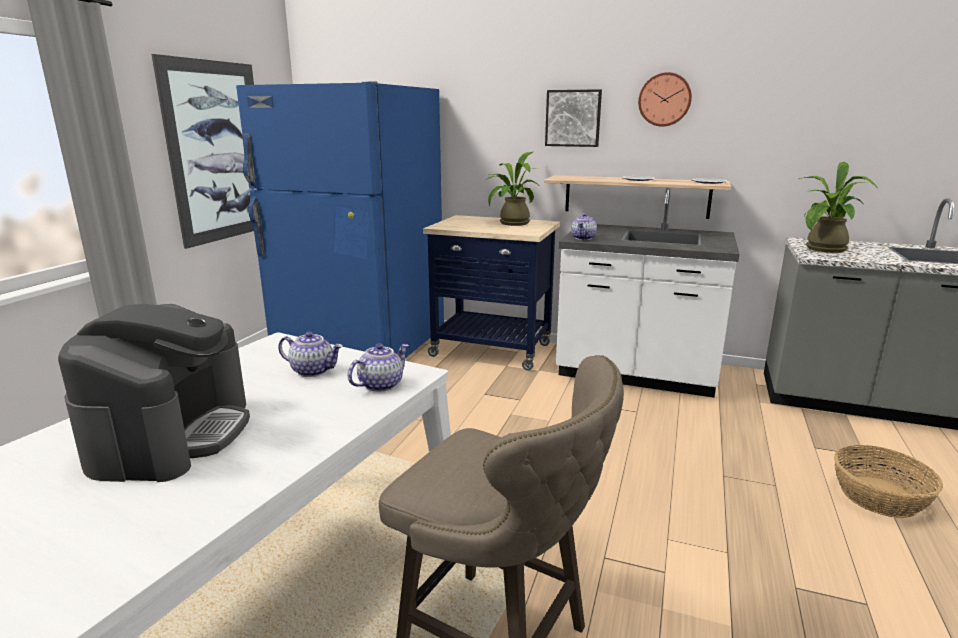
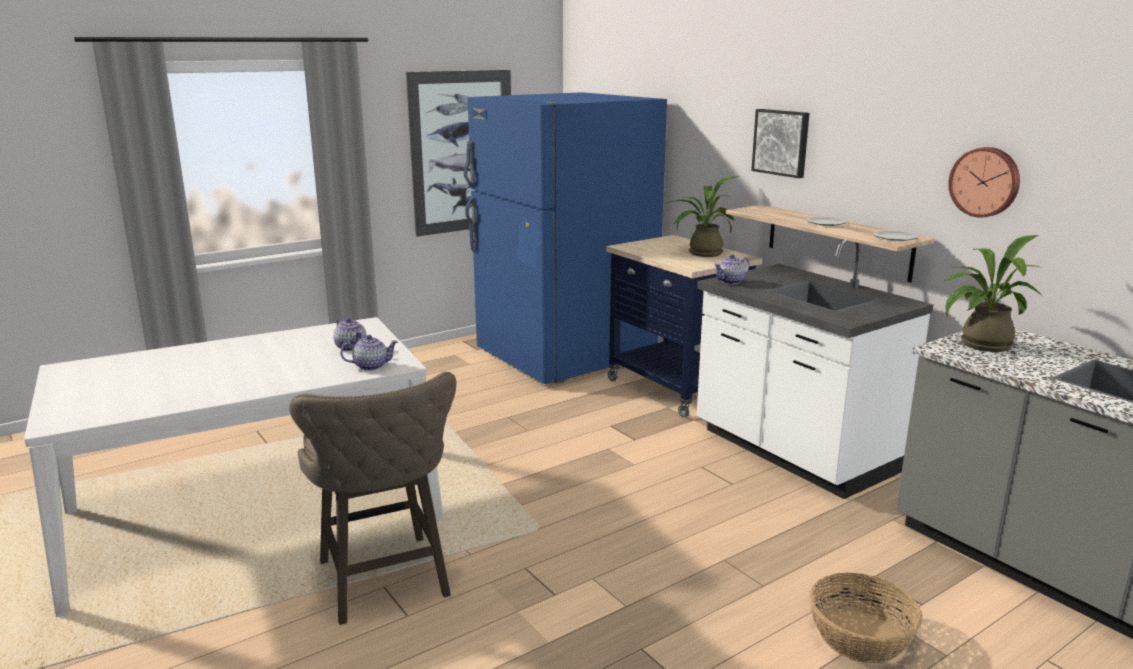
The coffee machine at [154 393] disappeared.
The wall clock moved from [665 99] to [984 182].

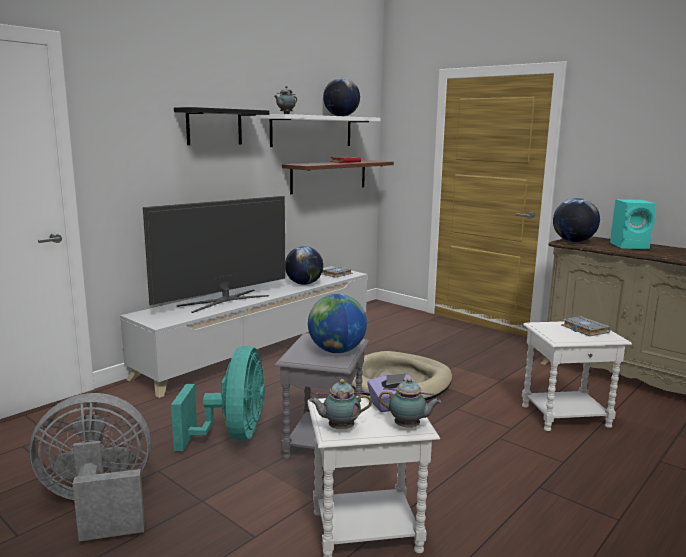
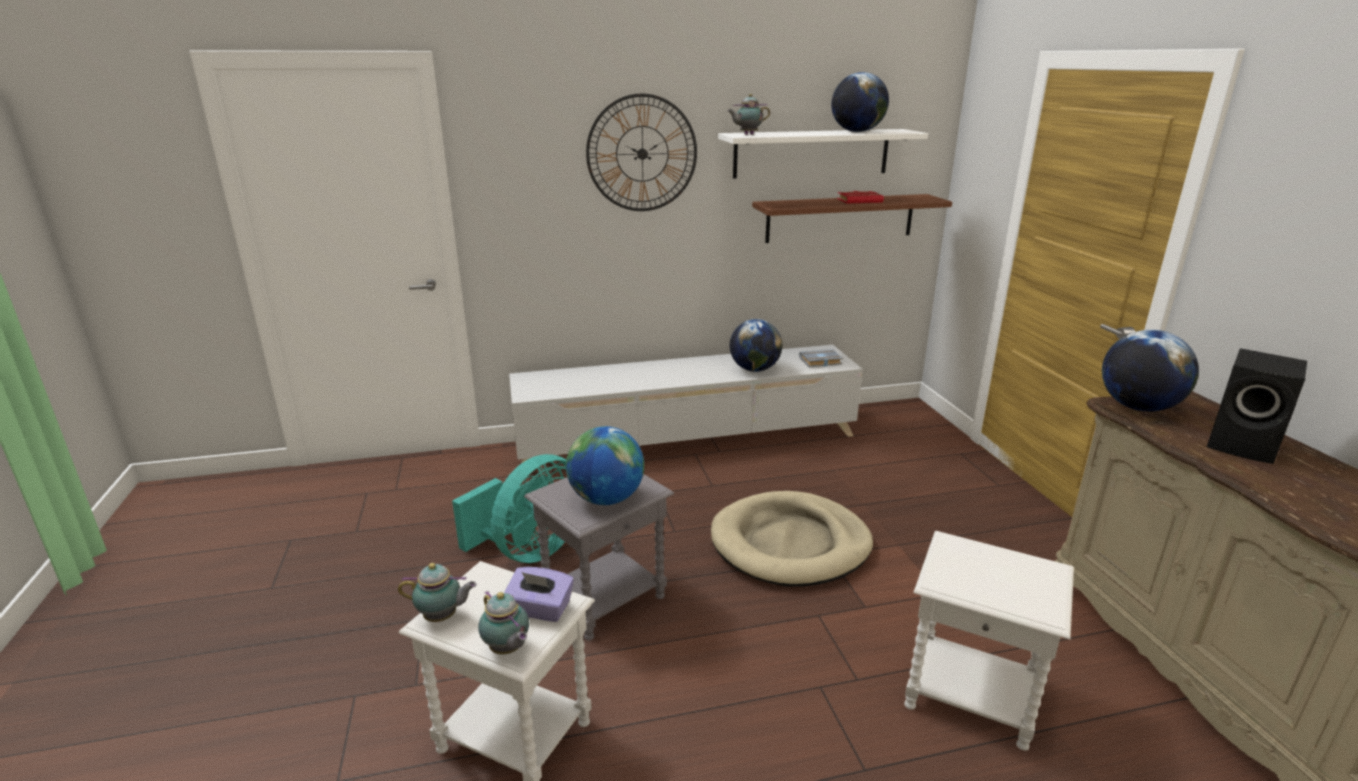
The grey fan at [90 467] disappeared.
The television at [214 254] disappeared.
The black shelf at [221 126] was replaced by the wall clock at [641 152].
The teapot at [340 404] turned 150 degrees clockwise.
The grey book at [586 326] disappeared.
The turquoise speaker at [633 224] became the black speaker at [1257 406].

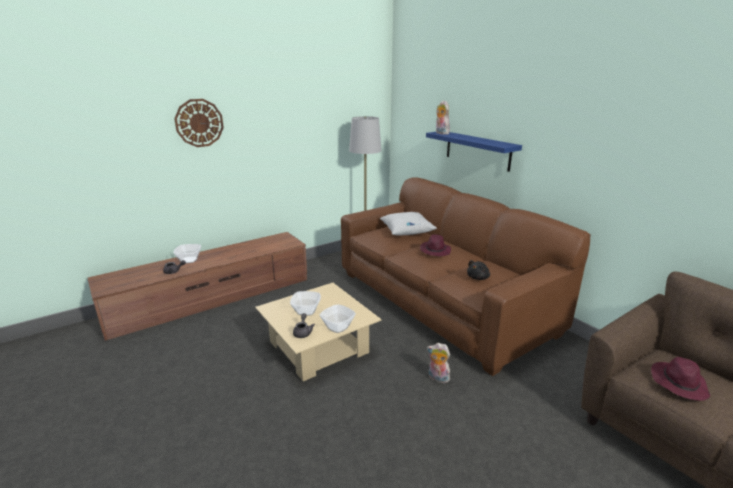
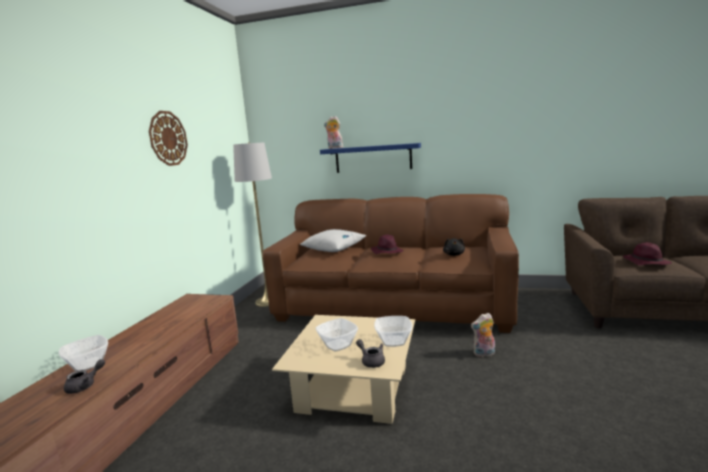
The wall clock moved from [199 123] to [168 138].

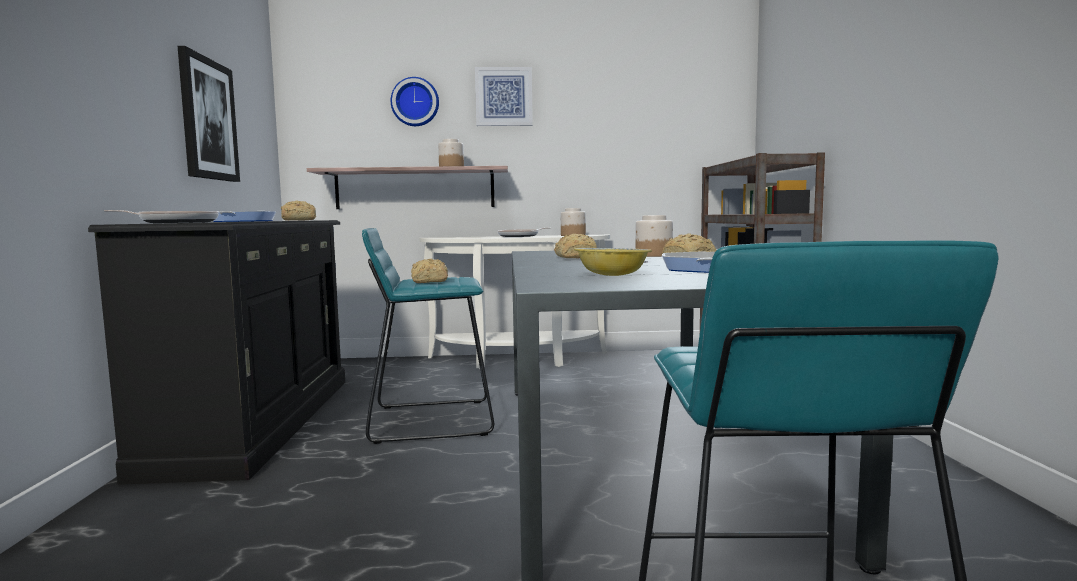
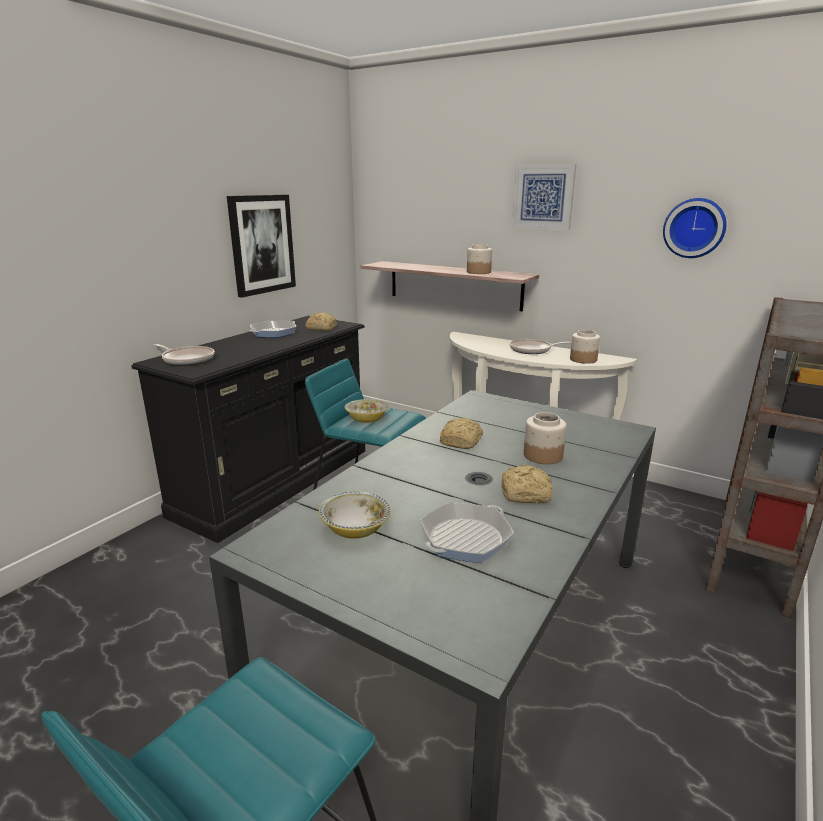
The wall clock moved from [415 101] to [695 228].
The bread at [429 271] was replaced by the bowl at [367 411].

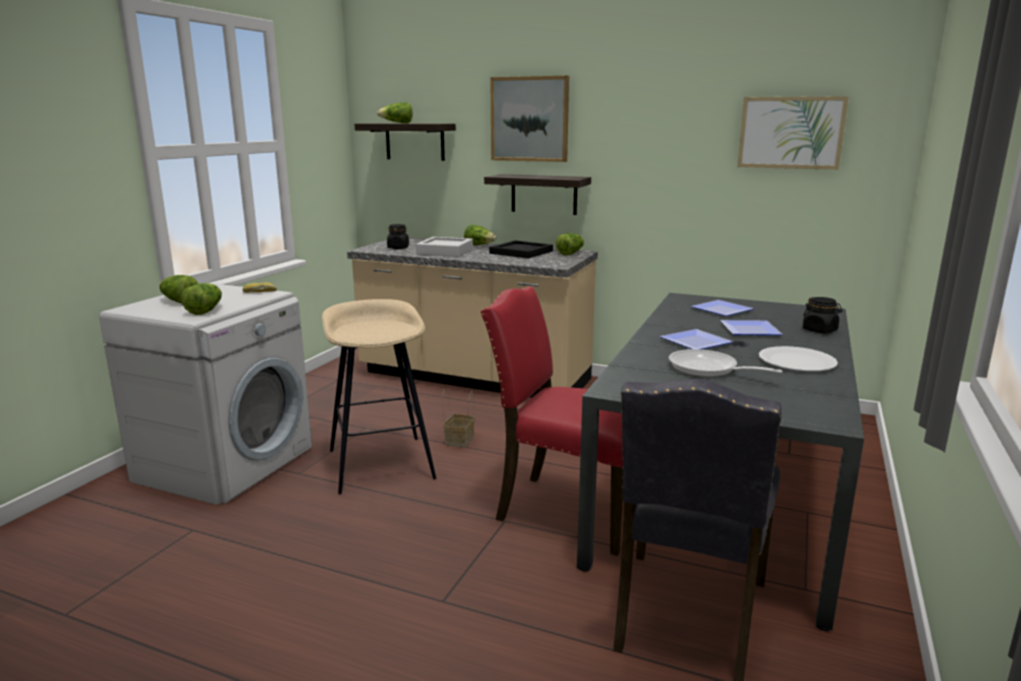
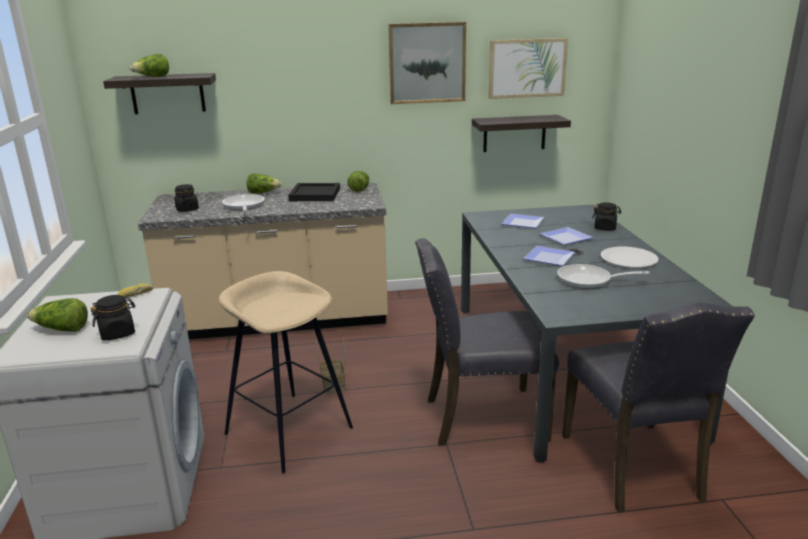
The lettuce at [201 299] was replaced by the black jar at [113 318].
The grey tray at [444 247] was replaced by the frying pan at [243 202].
The red chair at [552 421] became the grey chair at [487 342].
The shelf moved from [537 194] to [521 133].
The picture moved from [529 119] to [427 63].

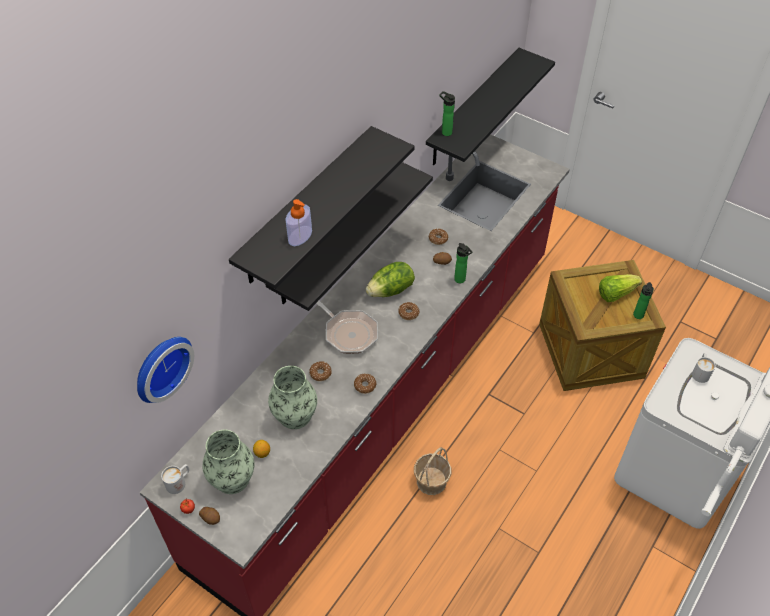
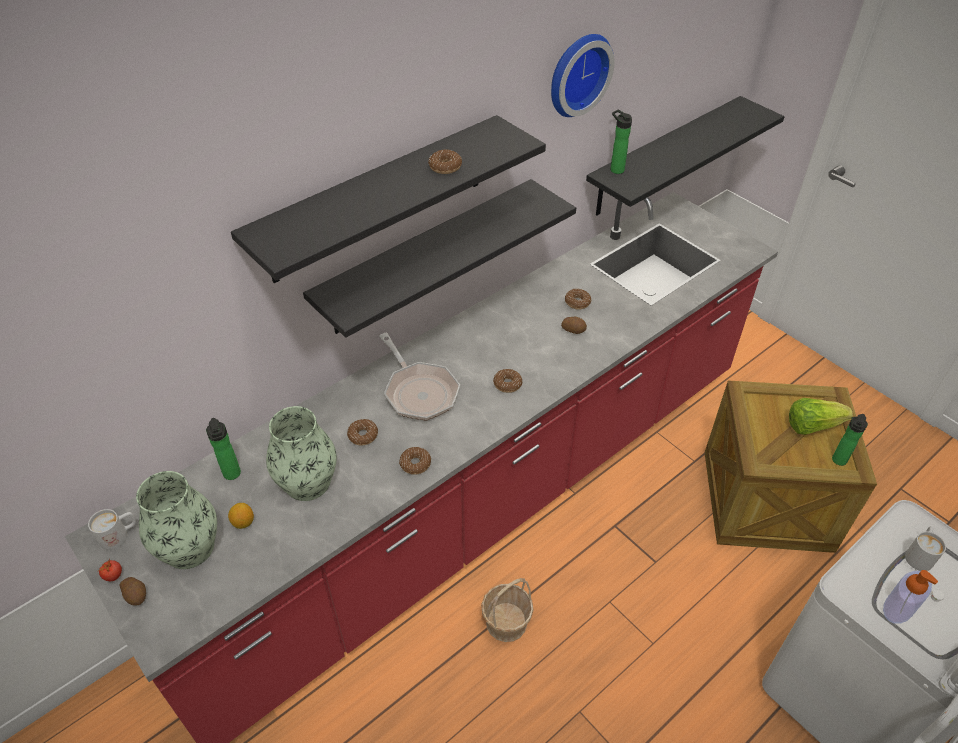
The wall clock moved from [165 370] to [583 75].
The soap dispenser moved from [298 222] to [910 597].
The lettuce at [390 279] disappeared.
The bottle moved from [463 263] to [223 449].
The donut at [445 161] appeared.

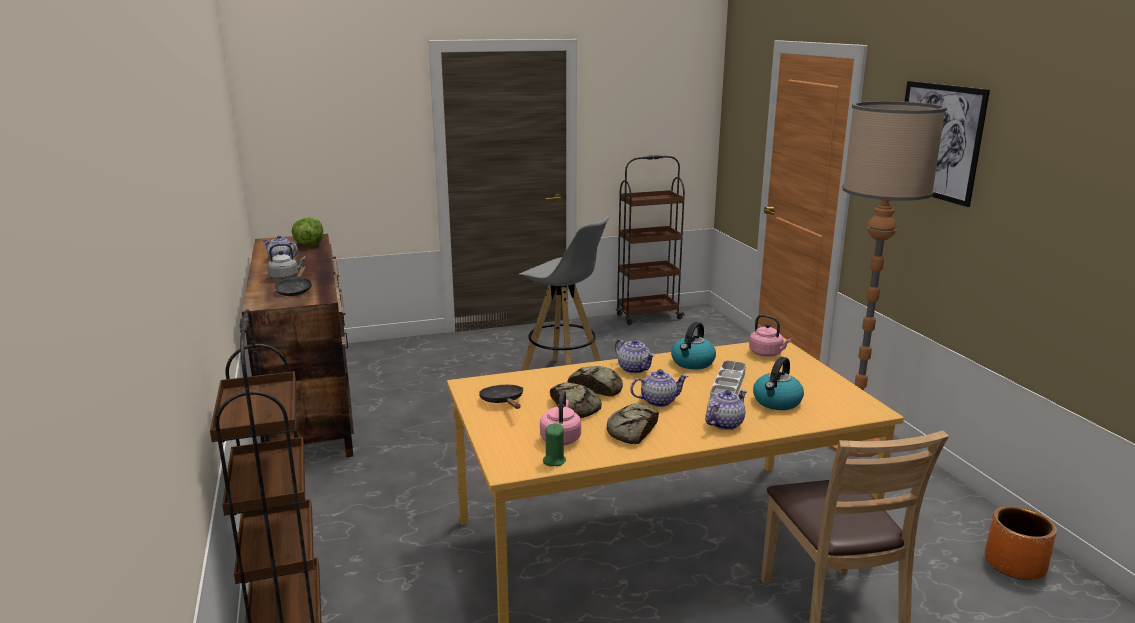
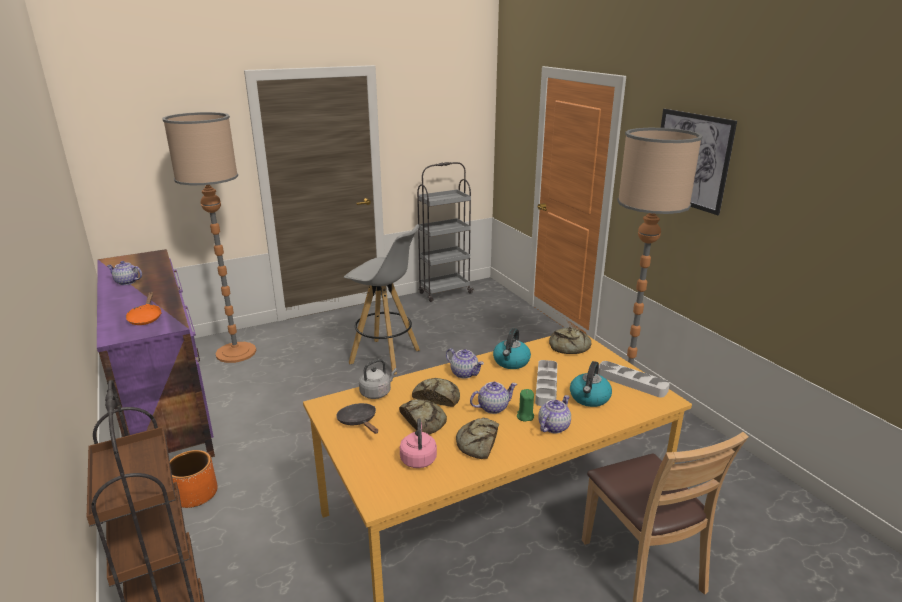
The brown cabinet at [298 345] became the purple cabinet at [156 353].
The grey kettle moved from [286 261] to [378 379].
The black frying pan at [293 281] became the orange frying pan at [143 308].
The lettuce at [307 231] disappeared.
The green candle moved from [554 445] to [525 405].
The brown cart at [650 240] became the grey cart at [446 232].
The pink kettle at [770 335] was replaced by the bread at [570 340].
The orange planter moved from [1021 543] to [193 479].
The floor lamp at [209 237] appeared.
The grey tray at [634 379] appeared.

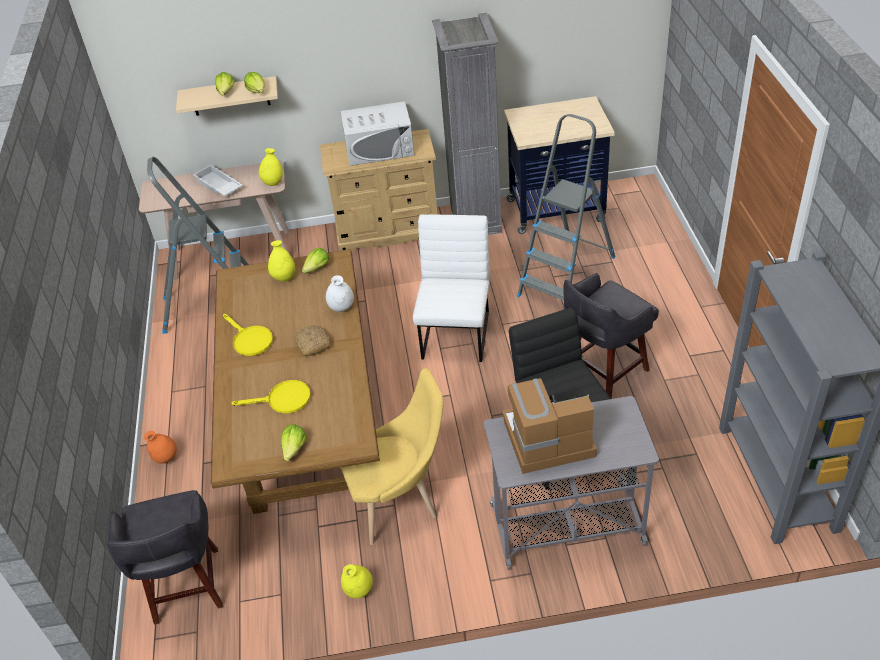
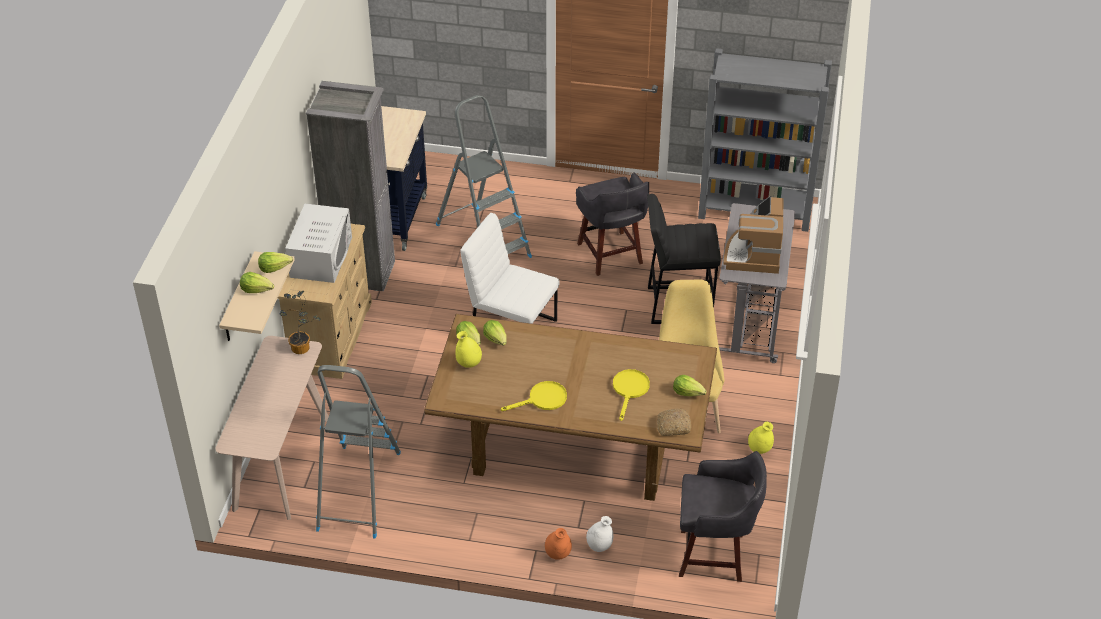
The white tray at [218 180] disappeared.
The yellow vase at [271 167] was replaced by the potted plant at [300 322].
The bread moved from [312 340] to [674 422].
The white vase moved from [340 293] to [599 534].
The lettuce at [495 333] appeared.

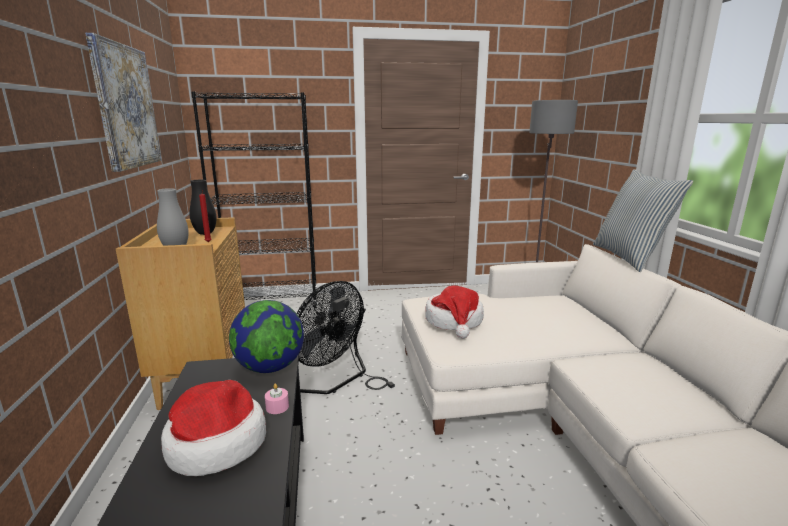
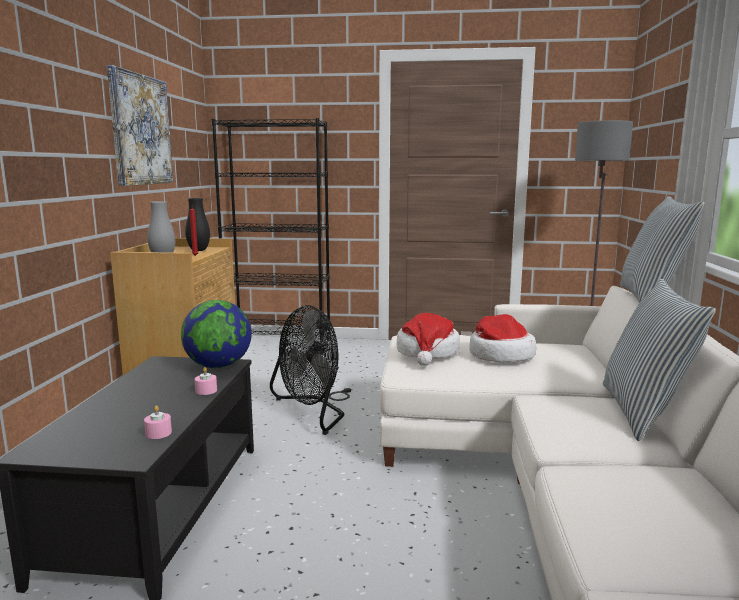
The hat moved from [213 428] to [503 338].
The black fan at [346 337] turned 90 degrees counterclockwise.
The pink candle at [158 422] appeared.
The pillow at [659 360] appeared.

